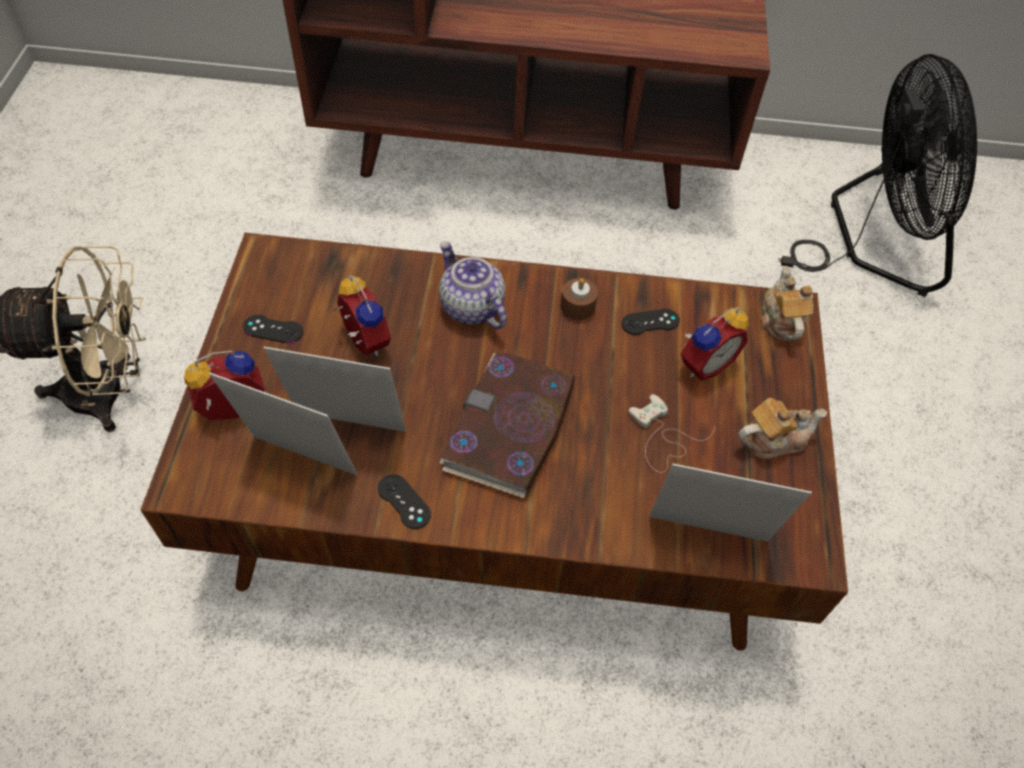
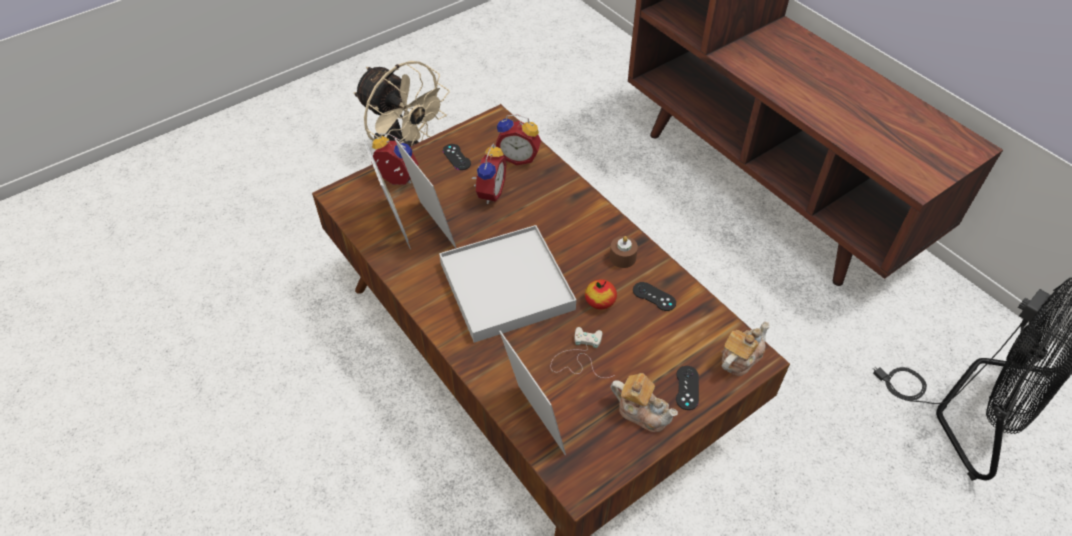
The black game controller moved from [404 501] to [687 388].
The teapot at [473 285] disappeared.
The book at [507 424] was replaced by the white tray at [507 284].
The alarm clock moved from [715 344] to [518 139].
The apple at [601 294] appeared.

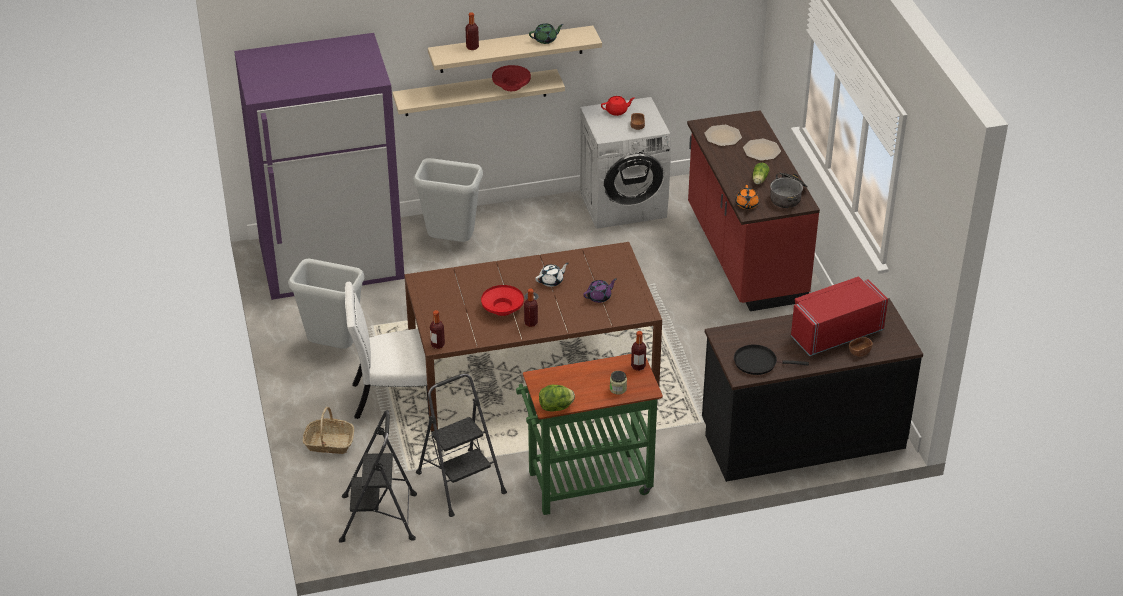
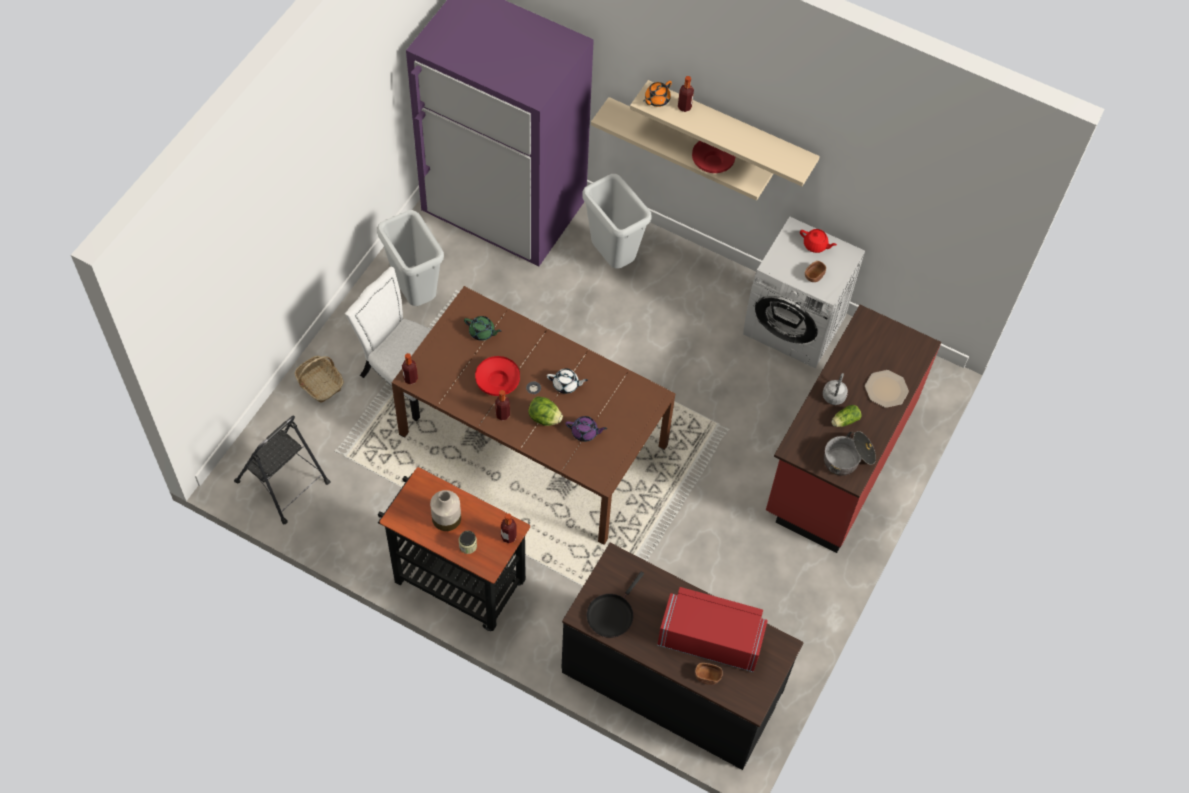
The black step ladder at [461 445] disappeared.
The green cart at [589 434] became the black cart at [454 549].
The green teapot moved from [546 33] to [482 328].
The lettuce moved from [557 398] to [545 411].
The plate at [723 135] disappeared.
The black frying pan at [771 359] turned 105 degrees counterclockwise.
The orange teapot moved from [747 197] to [657 94].
The beige vase at [445 510] appeared.
The grey kettle at [835 389] appeared.

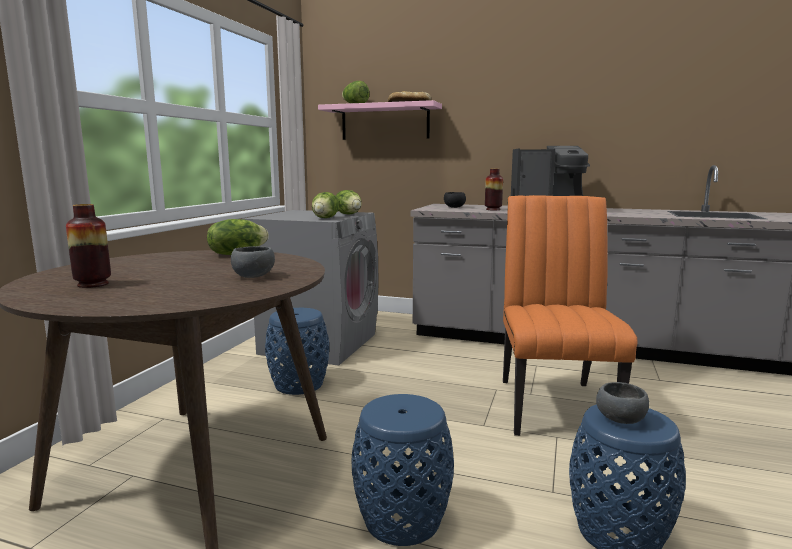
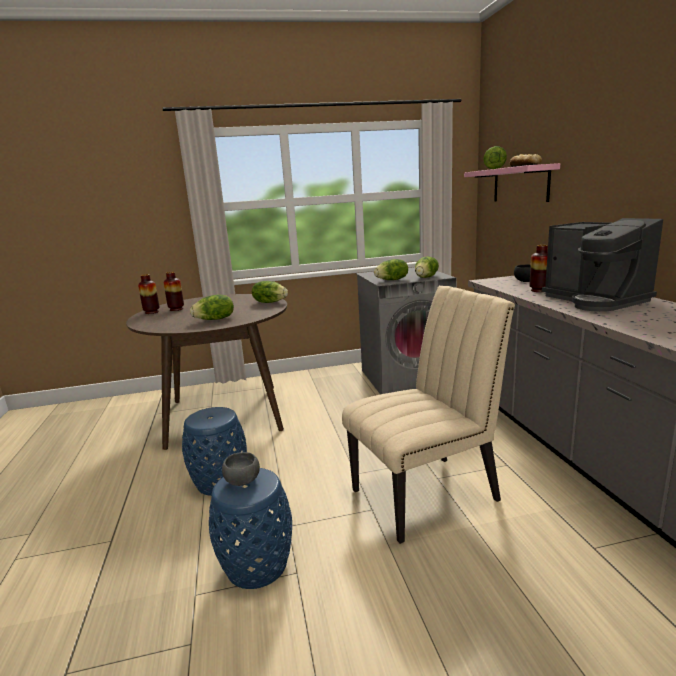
The grey bowl at [253 262] was replaced by the lettuce at [212 307].
The blue stool at [297 351] disappeared.
The orange chair at [570 315] became the beige chair at [428 415].
The vase at [149 294] appeared.

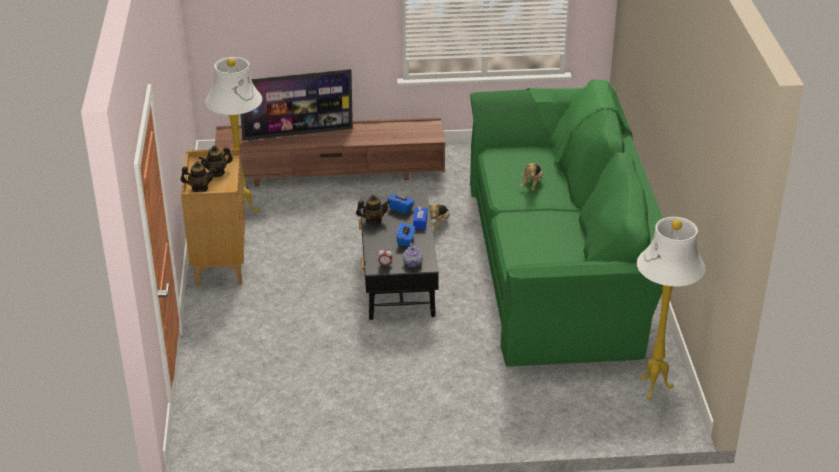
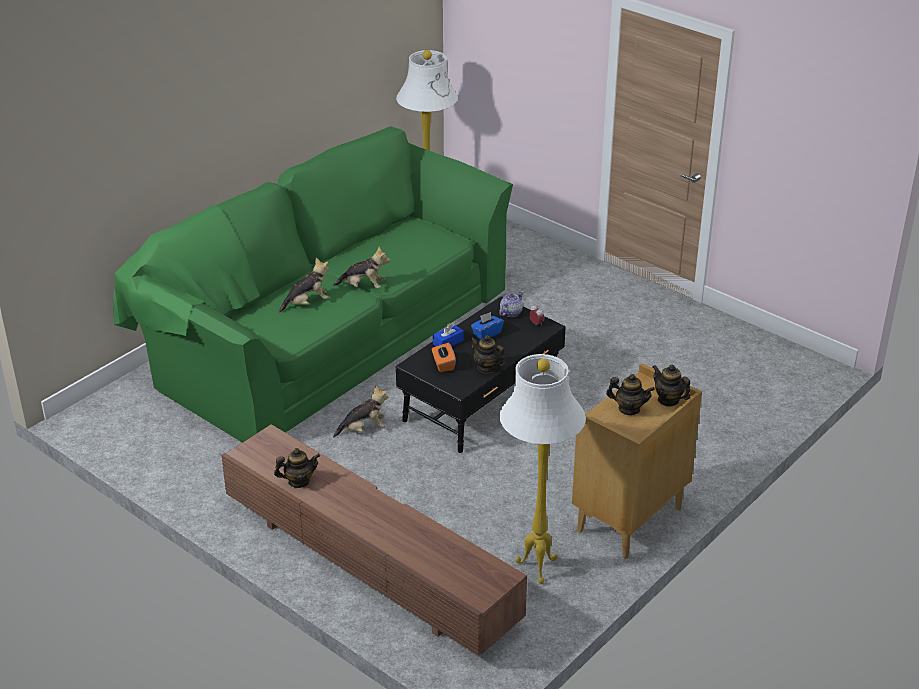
The television at [297 105] disappeared.
The blue tissue box at [400 202] became the orange tissue box at [444 357].
The teapot at [297 468] appeared.
The plush toy at [361 267] appeared.

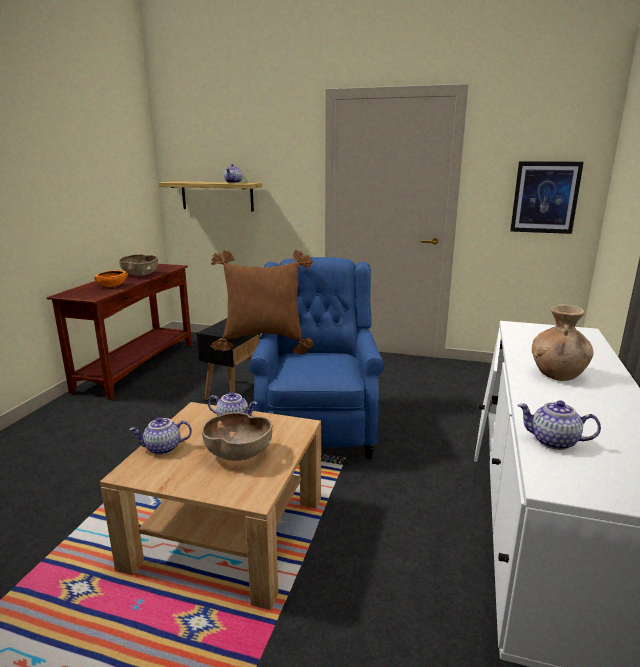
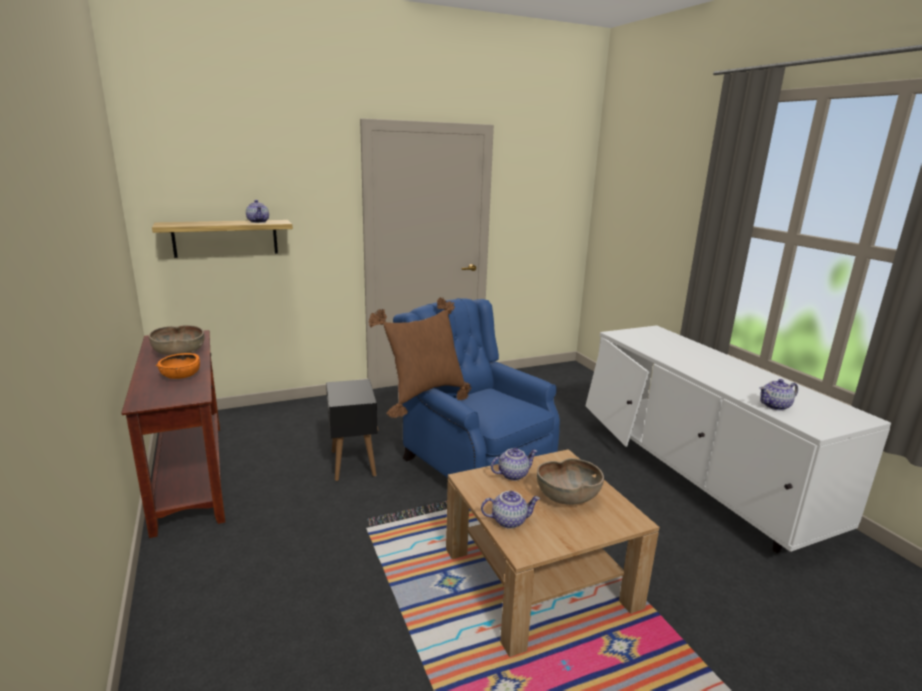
The teapot at [160 436] turned 135 degrees counterclockwise.
The picture at [547 197] disappeared.
The brown vase at [563 342] disappeared.

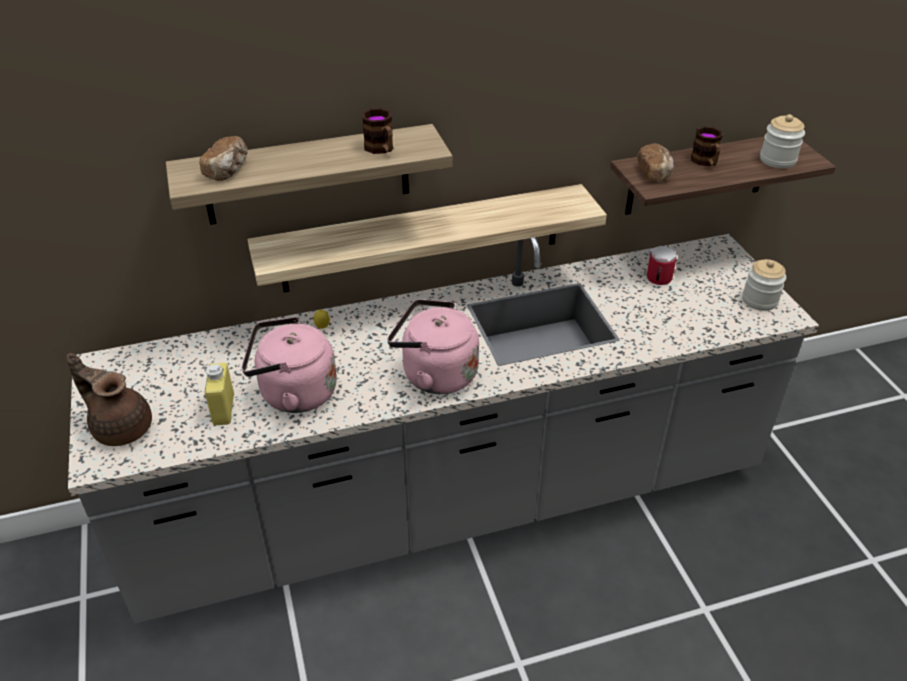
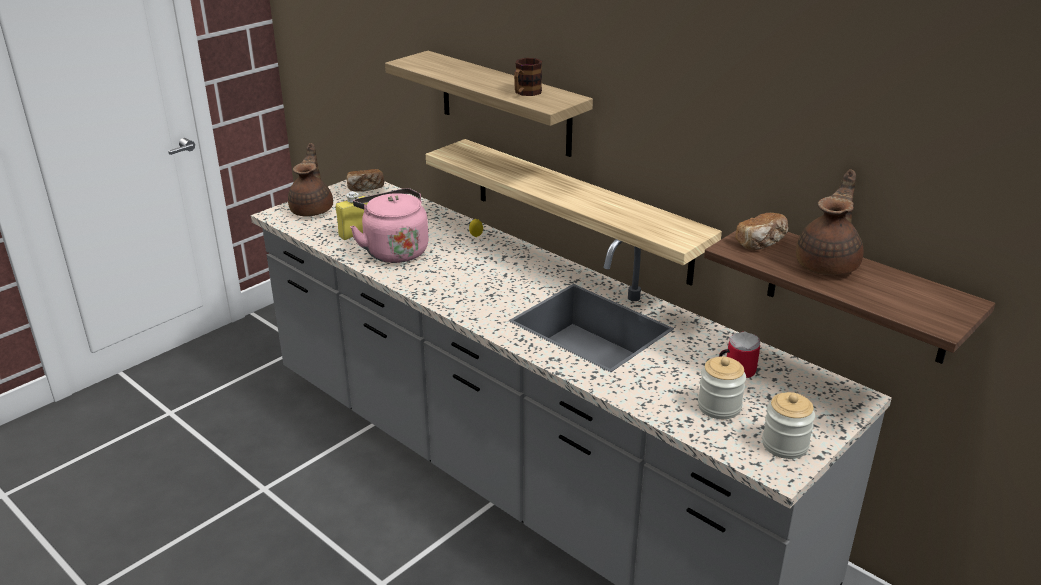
The bread moved from [223 158] to [365 180].
The pink kettle at [433 346] disappeared.
The mug at [706 146] was replaced by the brown teapot at [830 222].
The jar moved from [782 141] to [722 388].

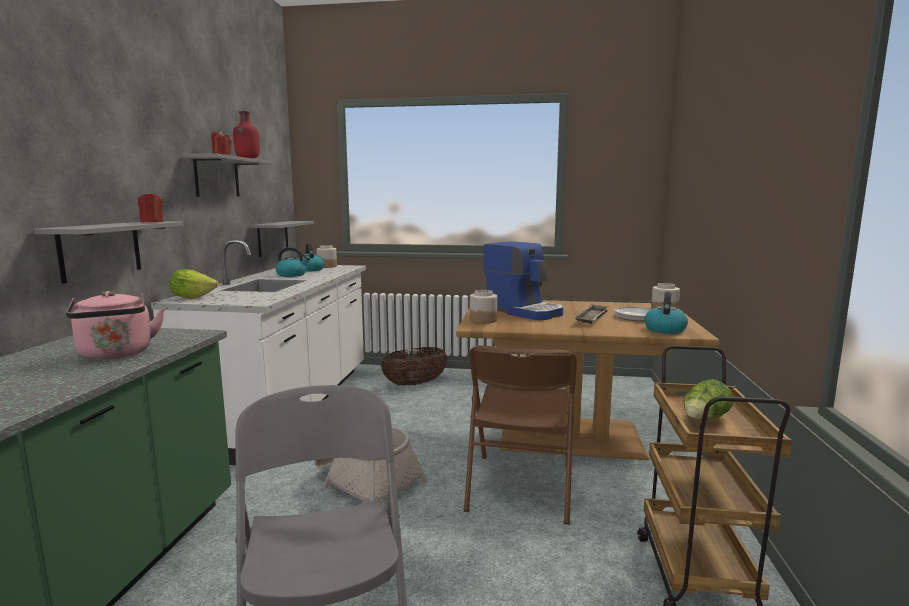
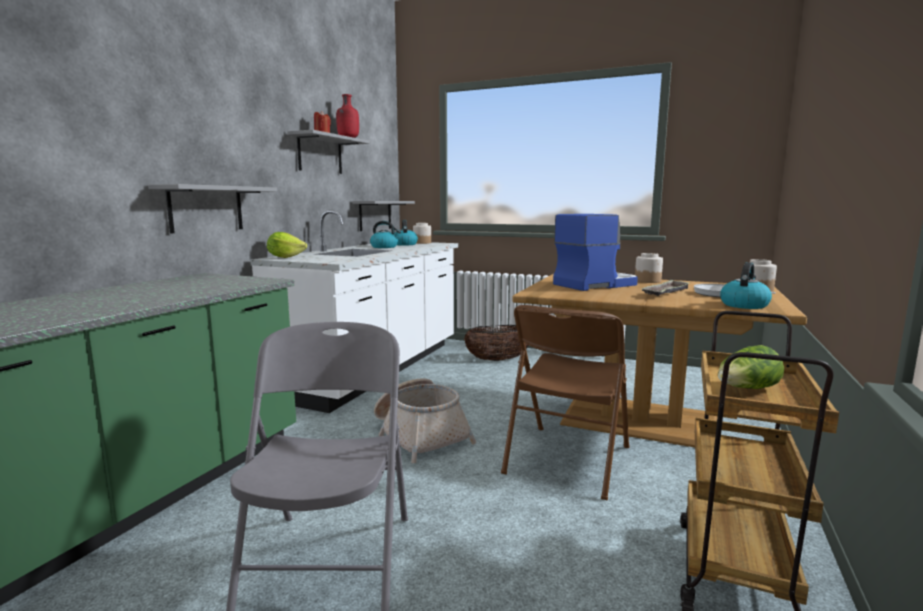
The pink kettle at [115 325] disappeared.
The red candle at [150 206] disappeared.
The jar moved from [483 307] to [649 268].
The coffee machine at [523 280] turned 90 degrees counterclockwise.

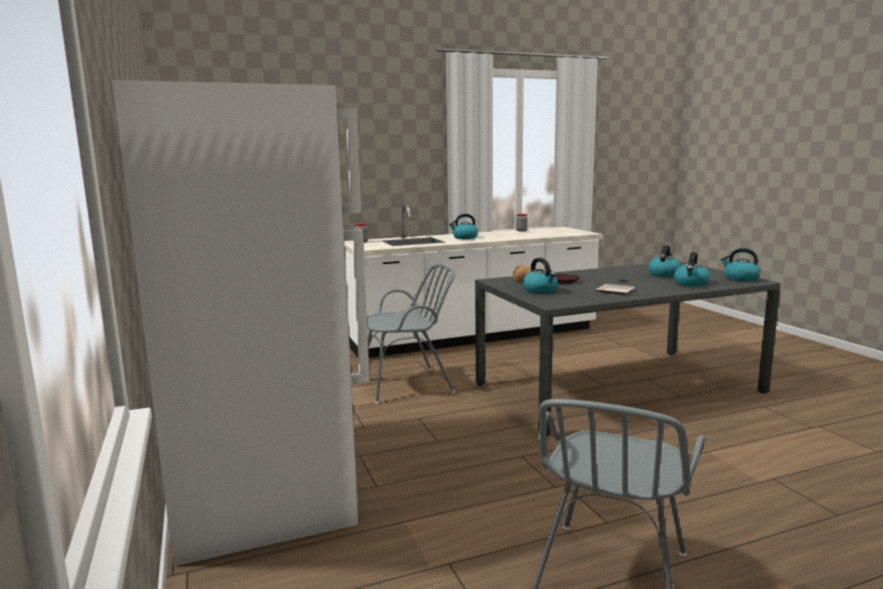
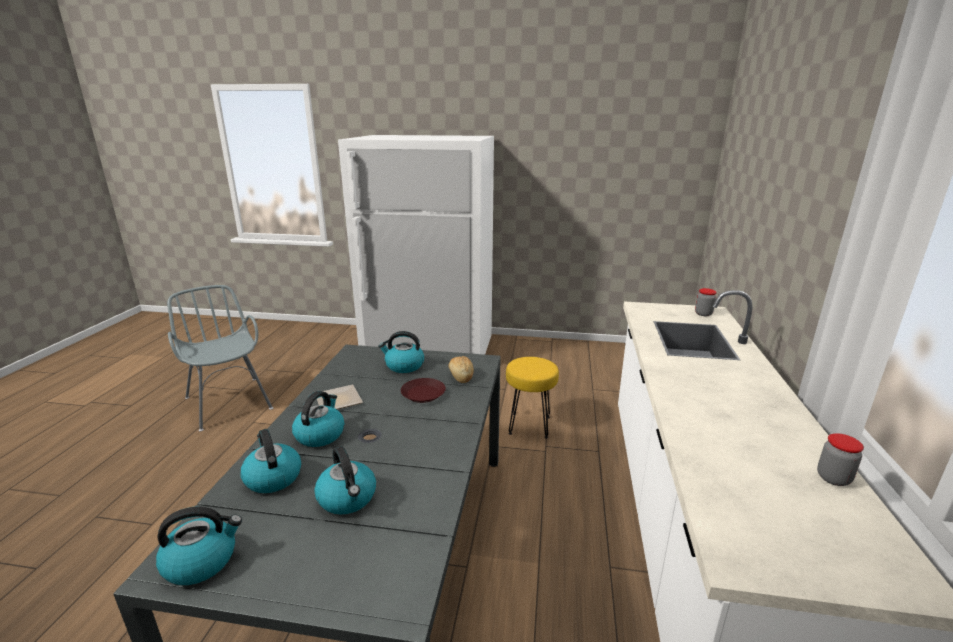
The grey chair at [411 333] was replaced by the yellow stool at [532 398].
The kettle moved from [463 226] to [318 419].

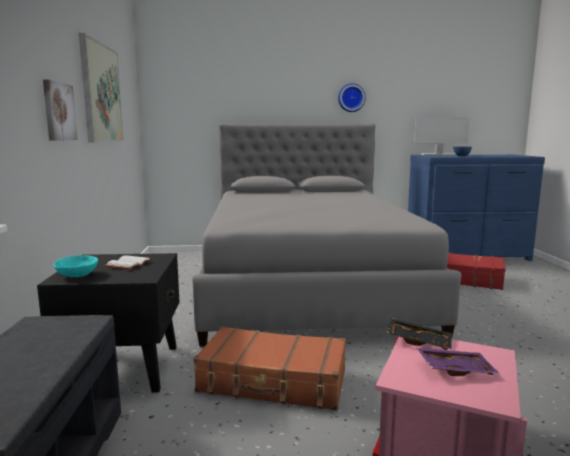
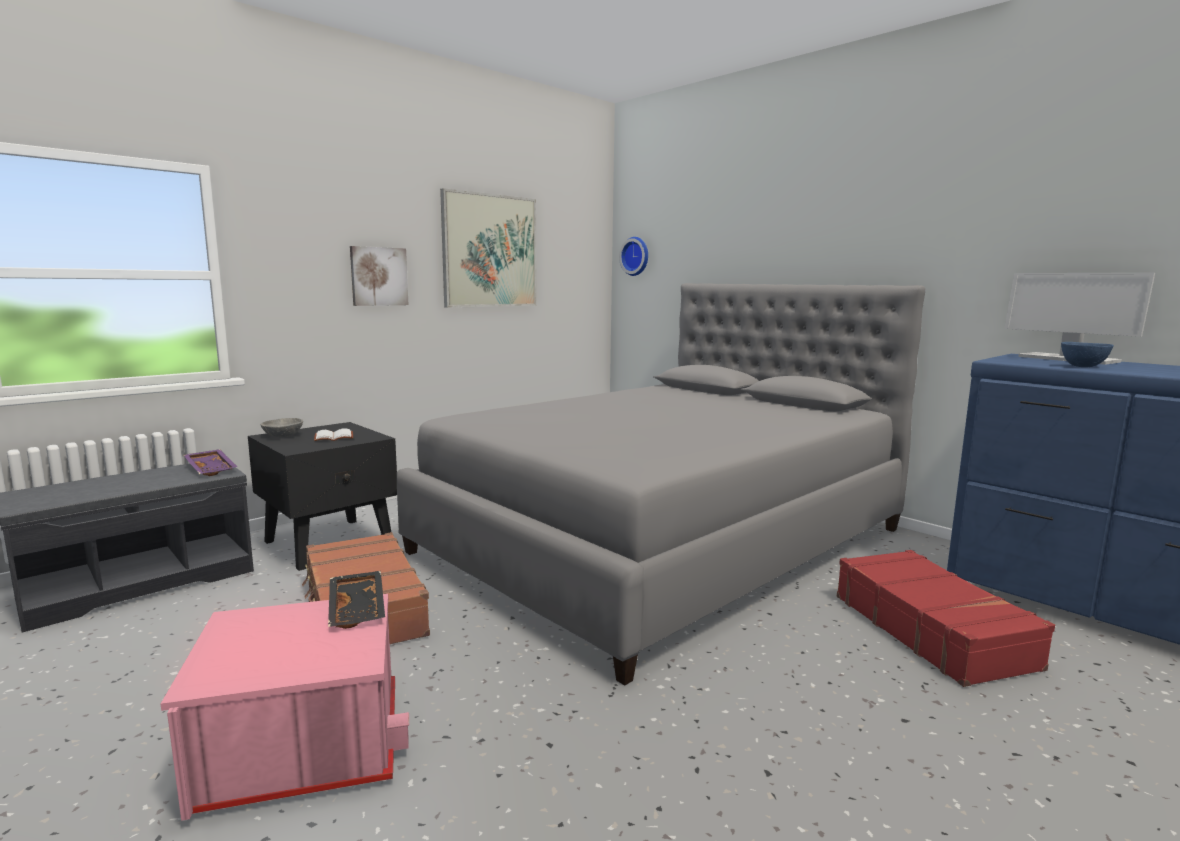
The turquoise bowl at [75 266] became the grey bowl at [281 427].
The wall clock moved from [352 97] to [633 256].
The purple tray moved from [458 361] to [210 462].

